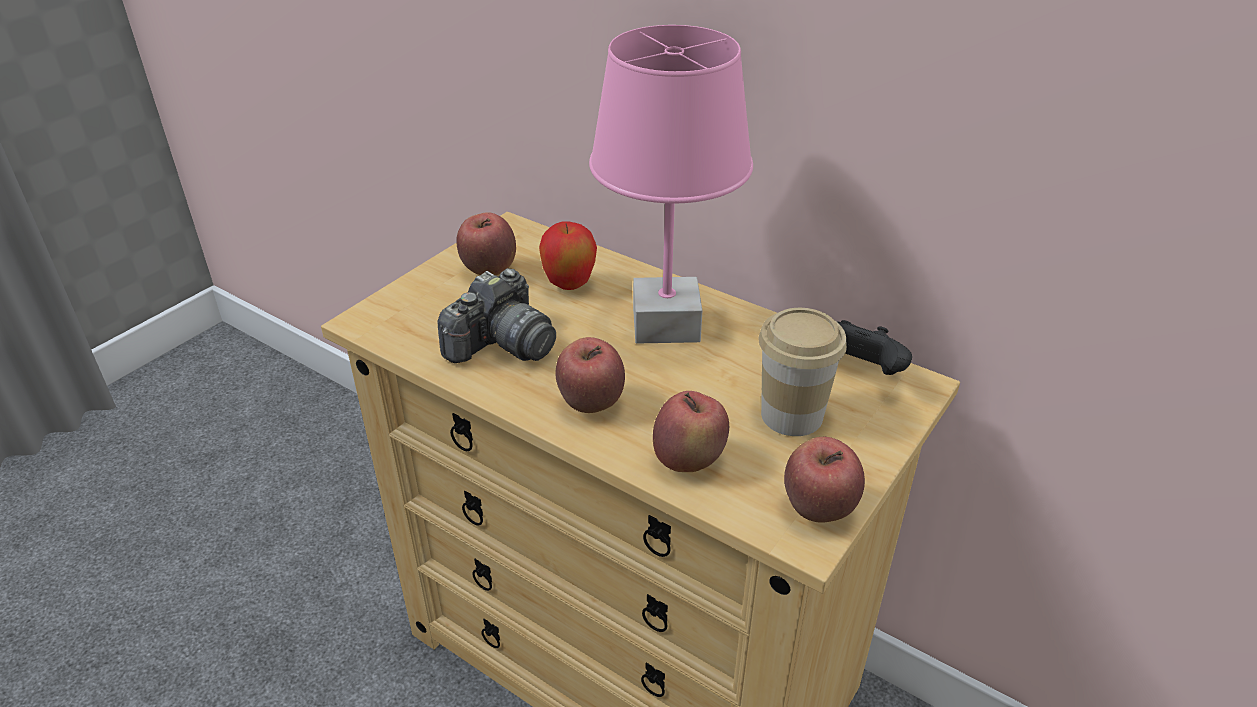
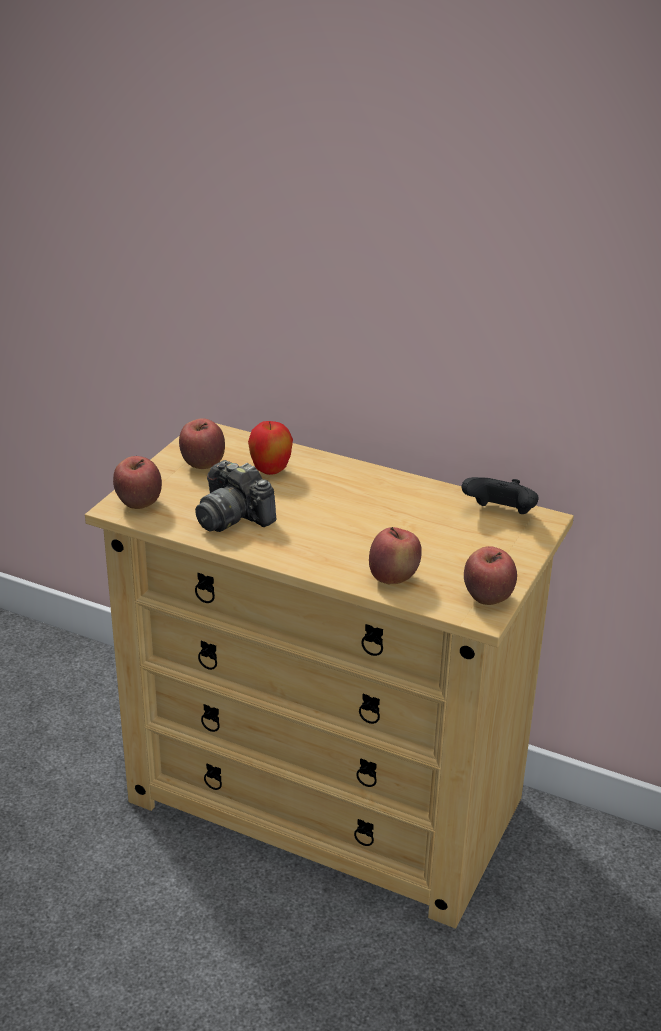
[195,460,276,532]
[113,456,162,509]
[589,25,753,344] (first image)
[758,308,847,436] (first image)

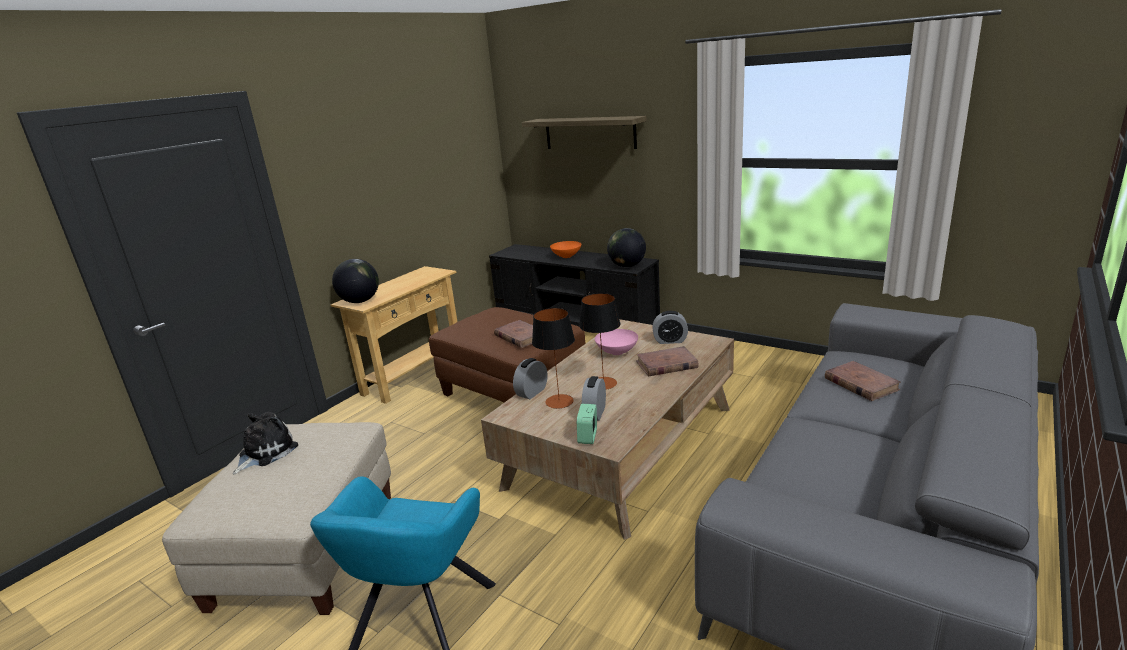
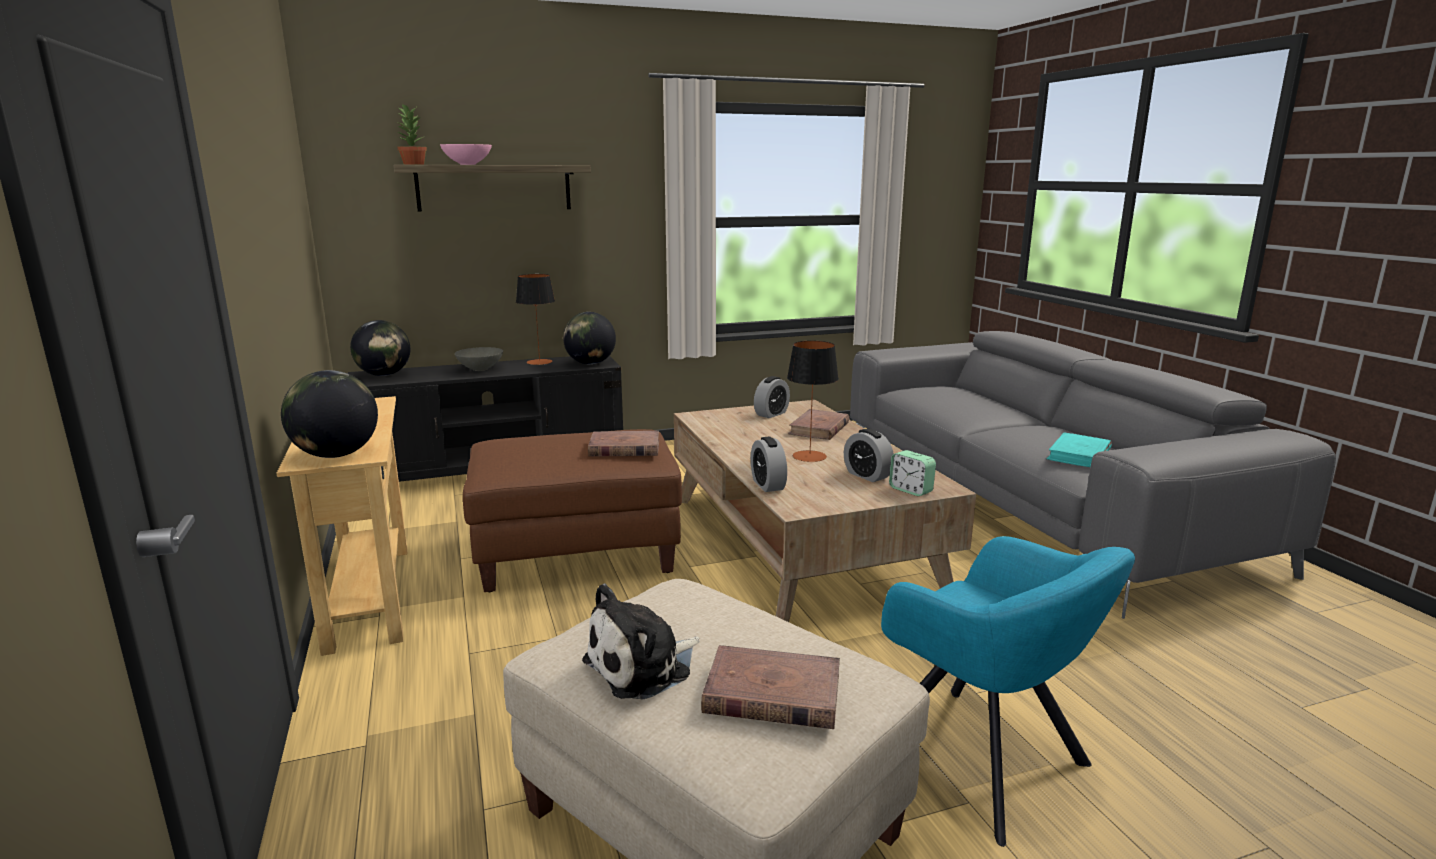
[582,583,700,699]
[516,274,555,365]
[454,347,503,371]
[440,144,492,165]
[701,645,840,729]
[350,320,410,376]
[396,103,427,165]
[1047,433,1112,467]

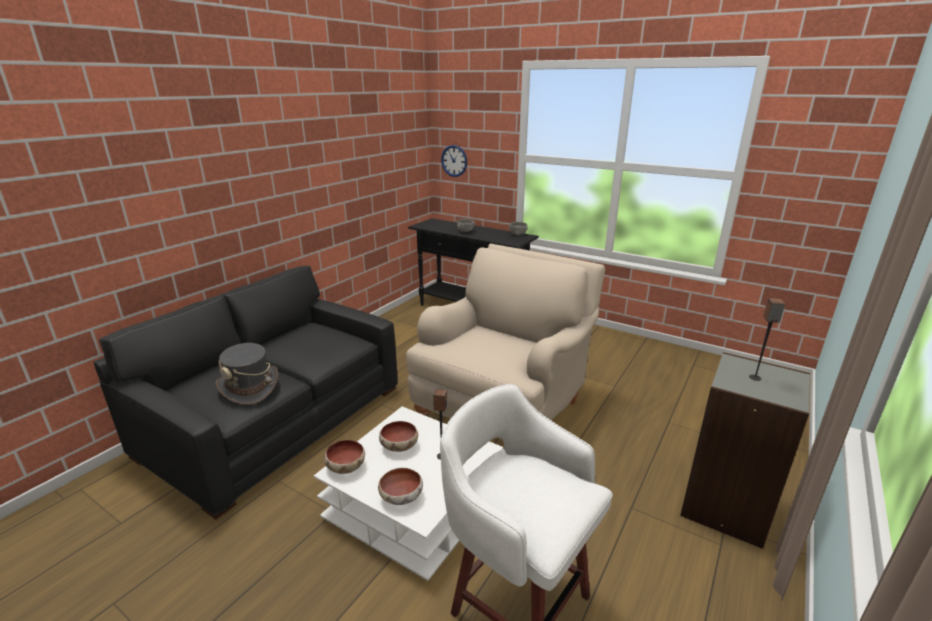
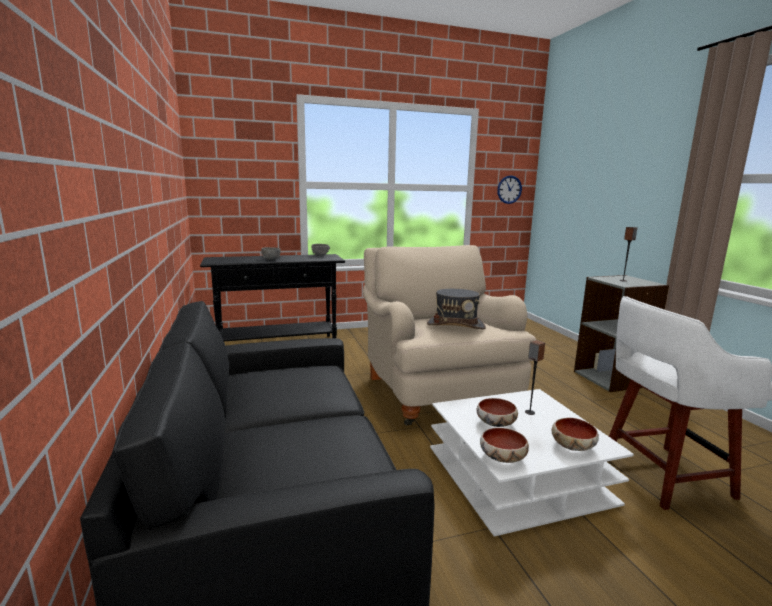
[427,289,486,330]
[497,175,522,204]

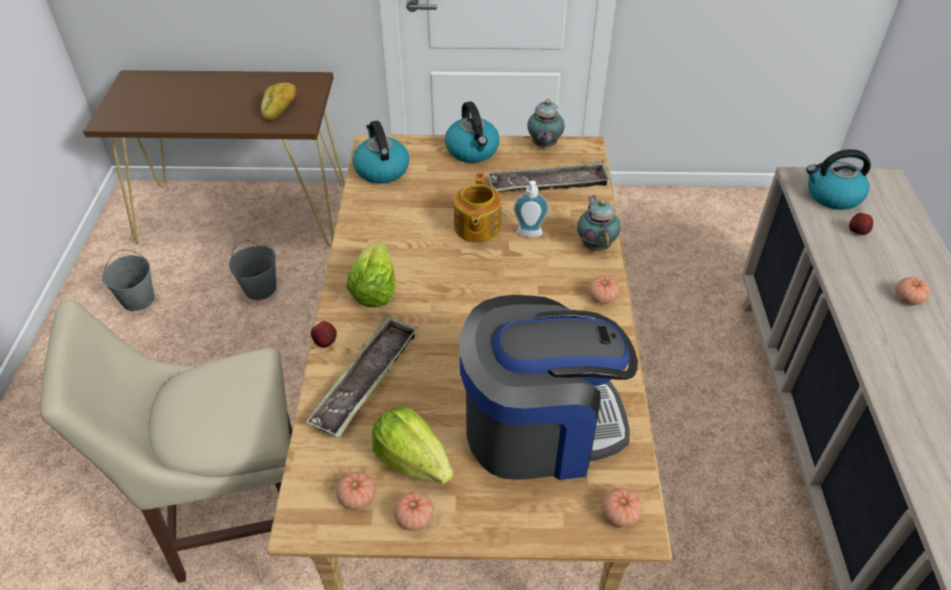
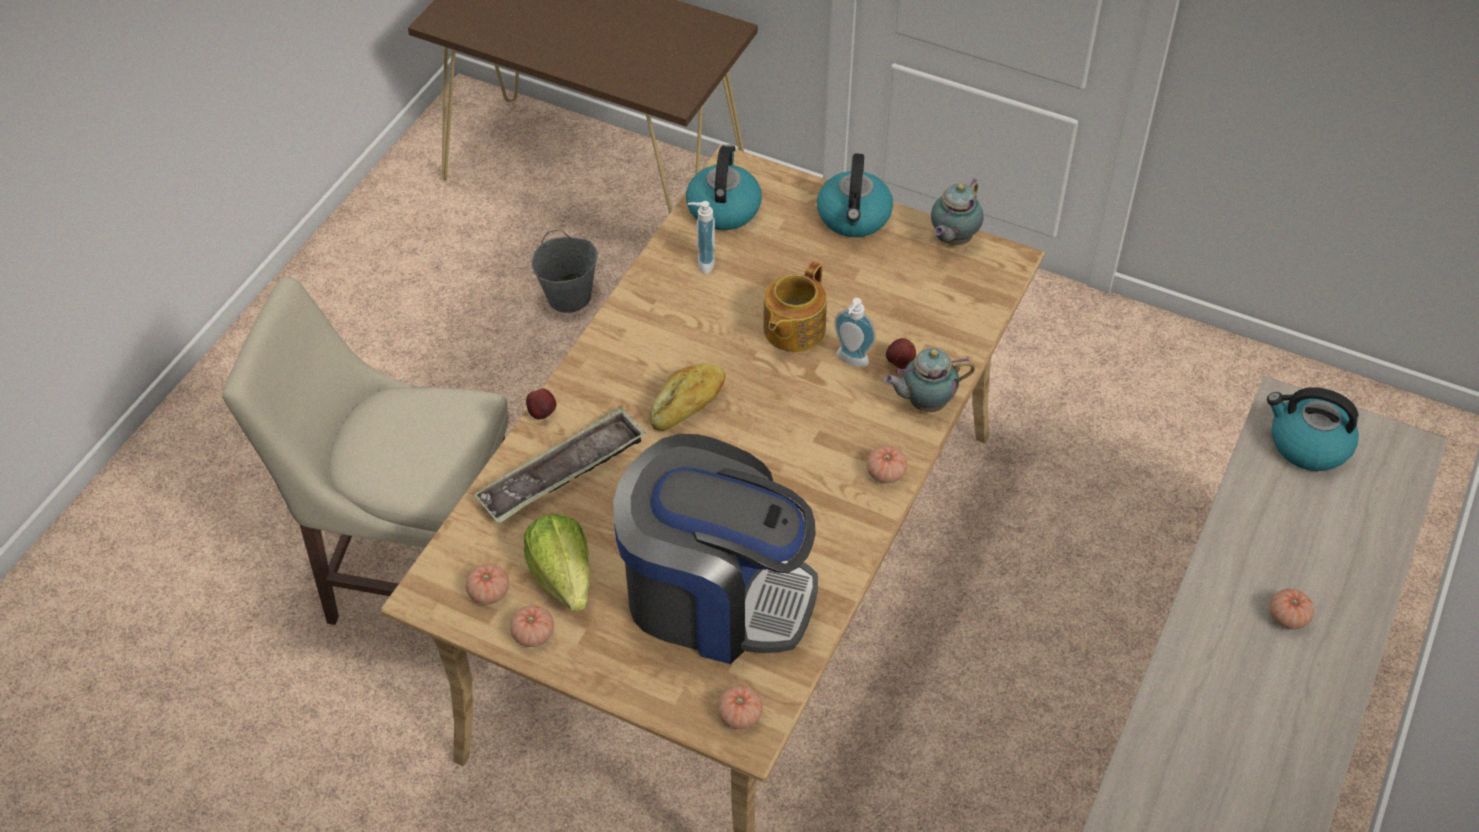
[102,250,155,311] (first image)
[650,363,726,431]
[346,242,396,307] (first image)
[487,160,611,192] (first image)
[884,348,975,412]
[886,338,916,369]
[688,201,715,274]

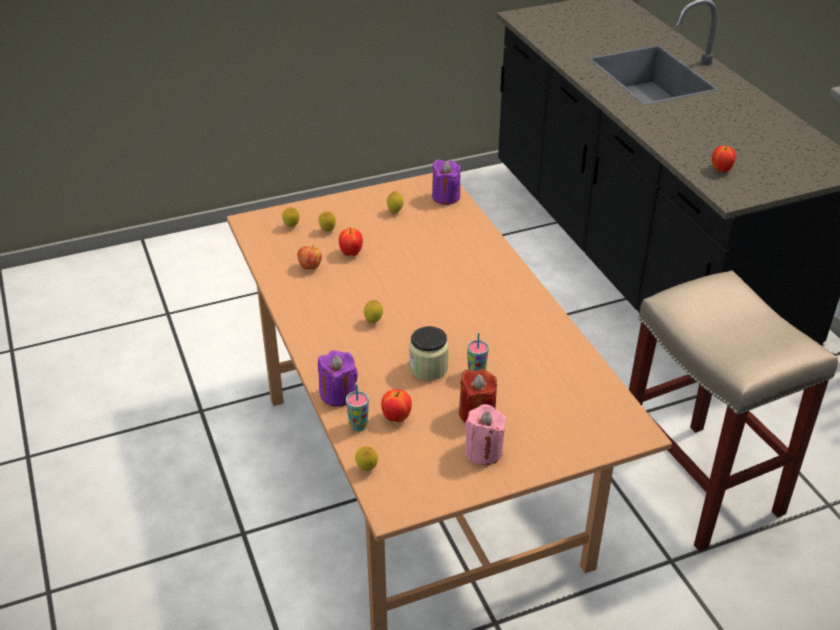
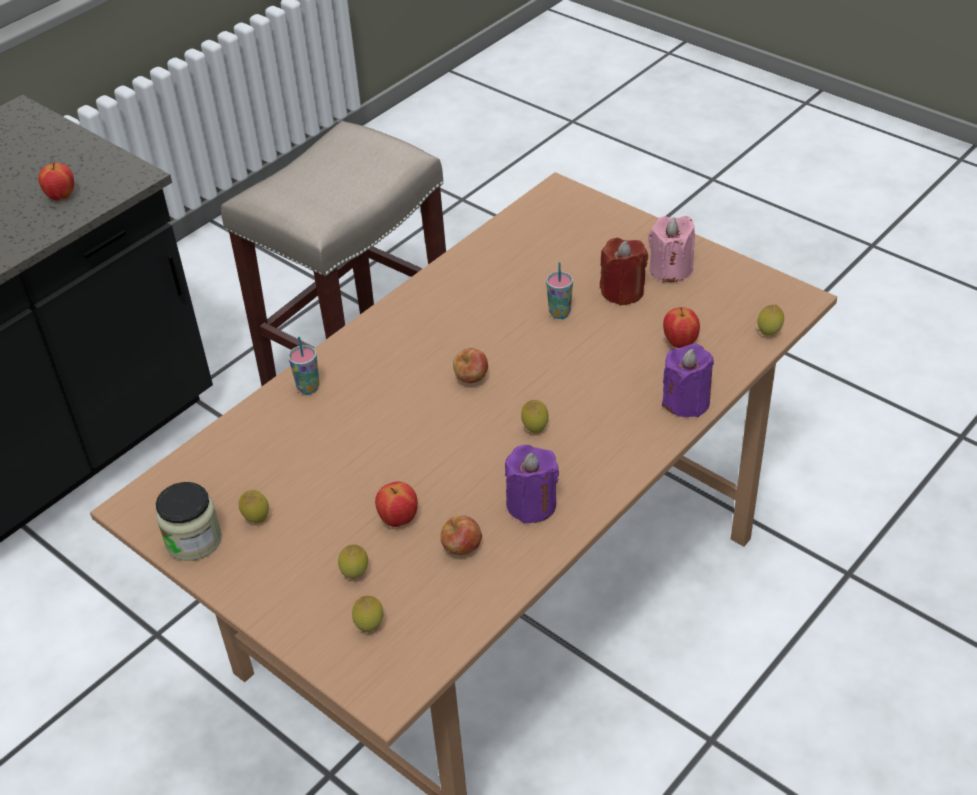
[288,337,319,394]
[156,482,222,561]
[505,445,559,523]
[453,348,488,383]

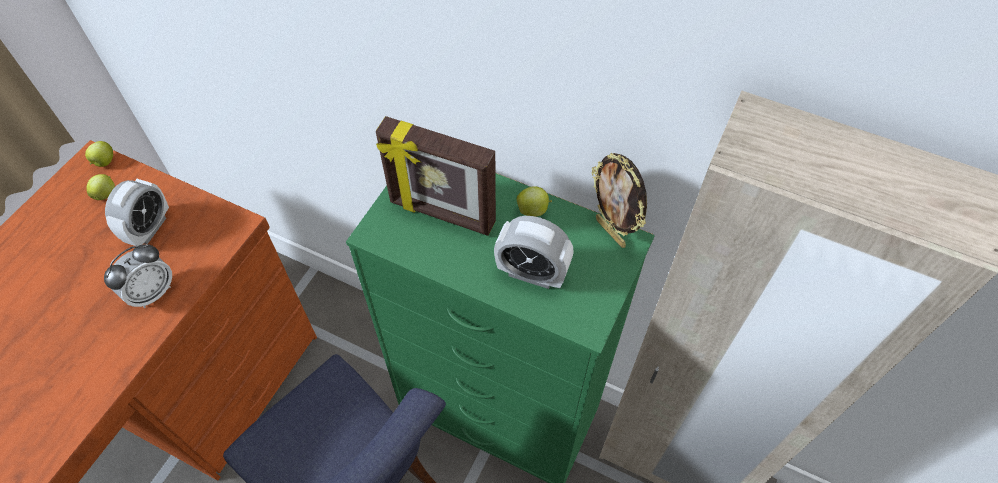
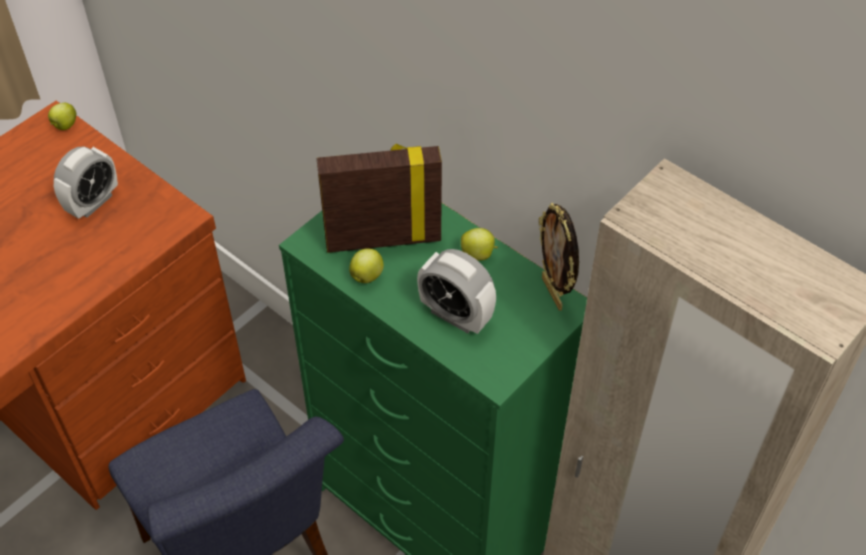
[349,248,384,283]
[104,244,172,308] (first image)
[317,144,442,253]

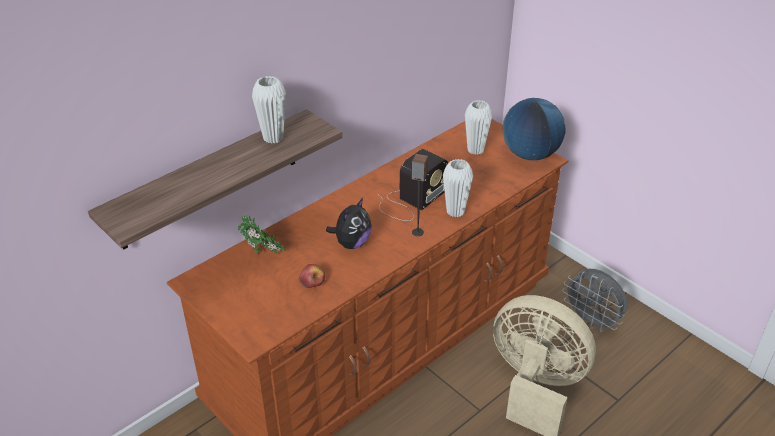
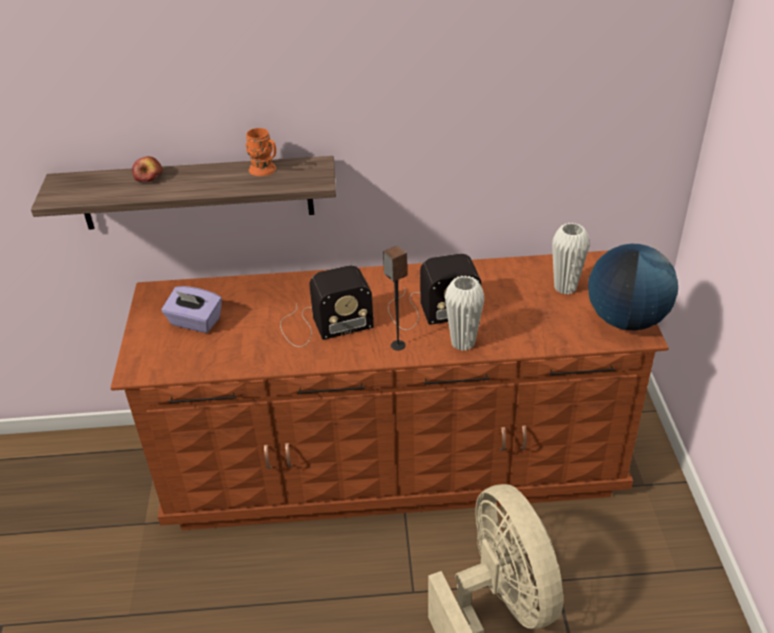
[238,215,285,254] (first image)
[245,128,276,176]
[132,156,163,182]
[280,265,374,347]
[562,269,628,332] (first image)
[161,286,222,333]

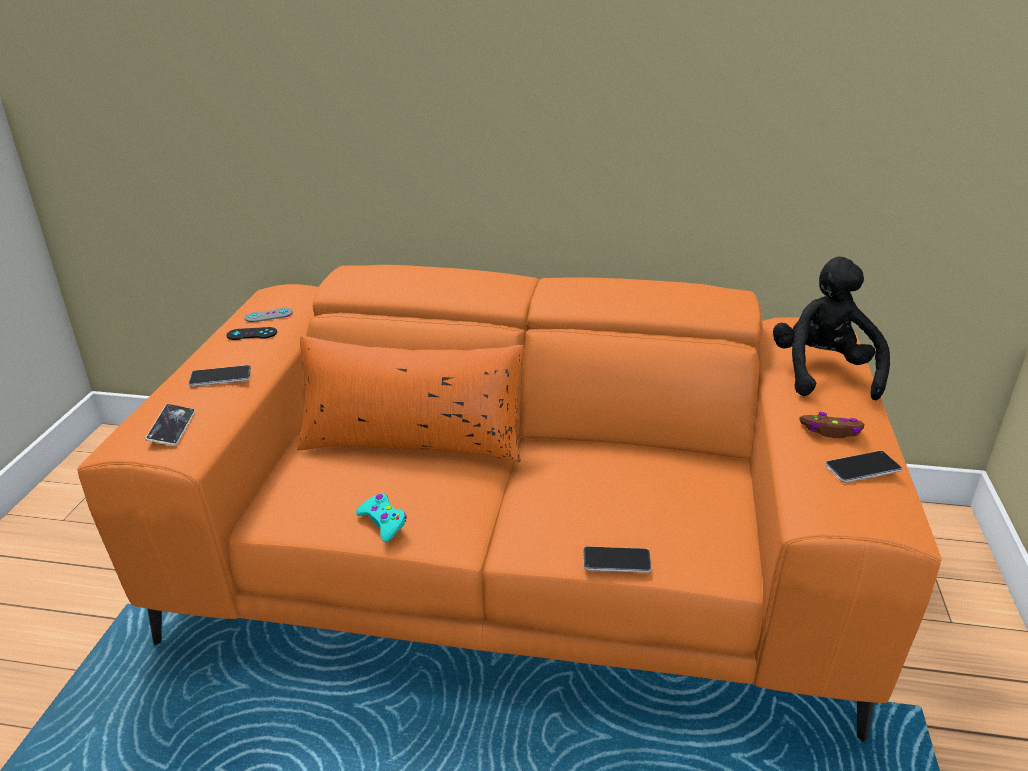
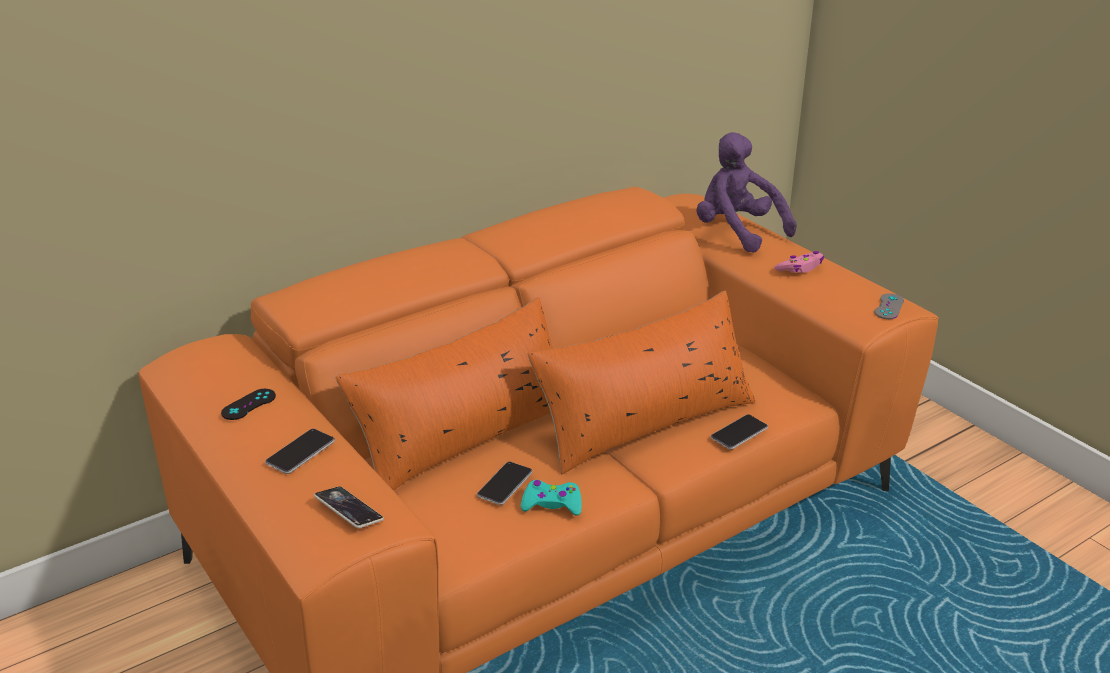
[874,293,904,319]
[696,132,797,253]
[774,251,824,273]
[477,462,533,505]
[527,291,755,474]

